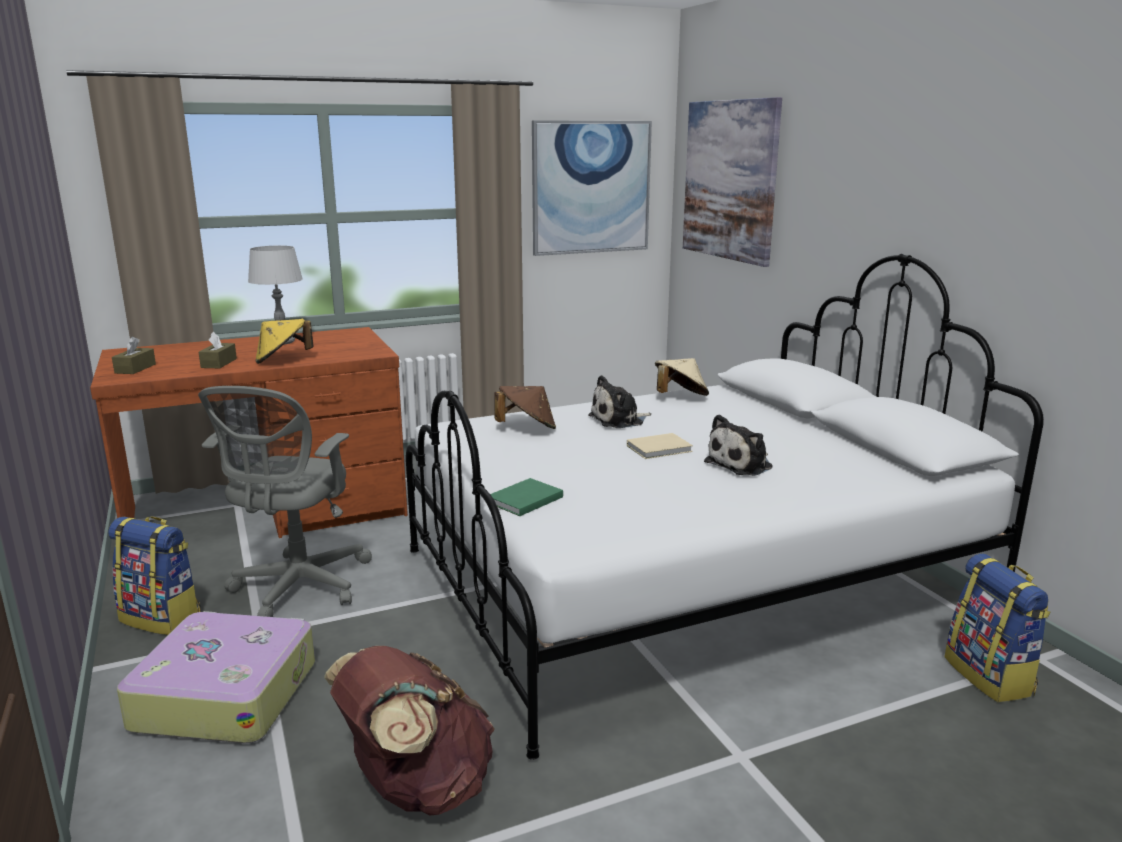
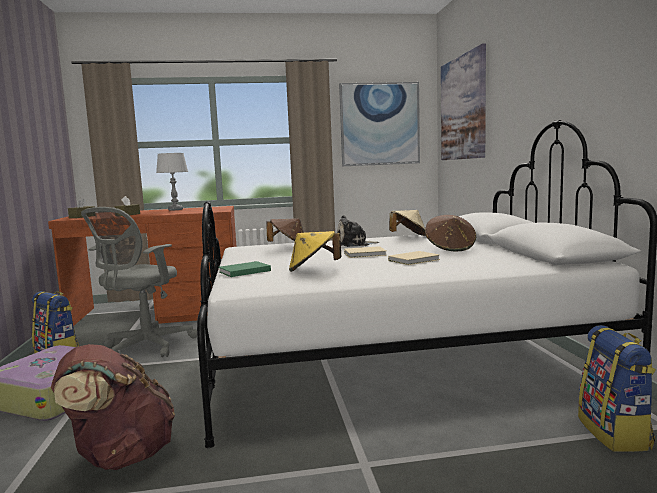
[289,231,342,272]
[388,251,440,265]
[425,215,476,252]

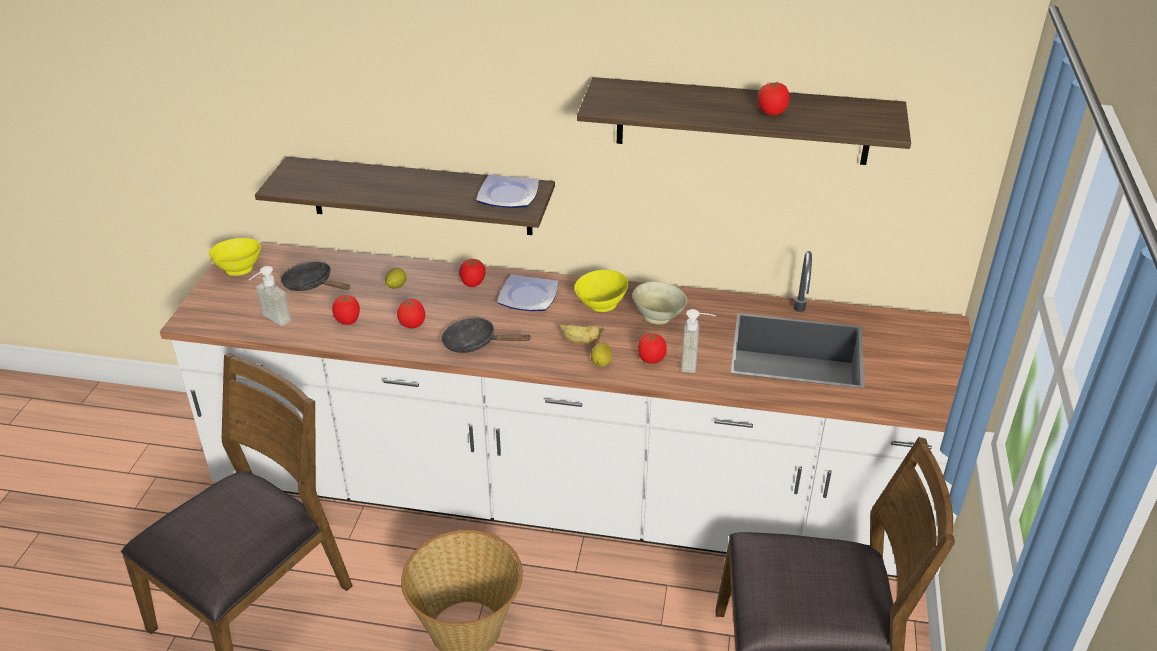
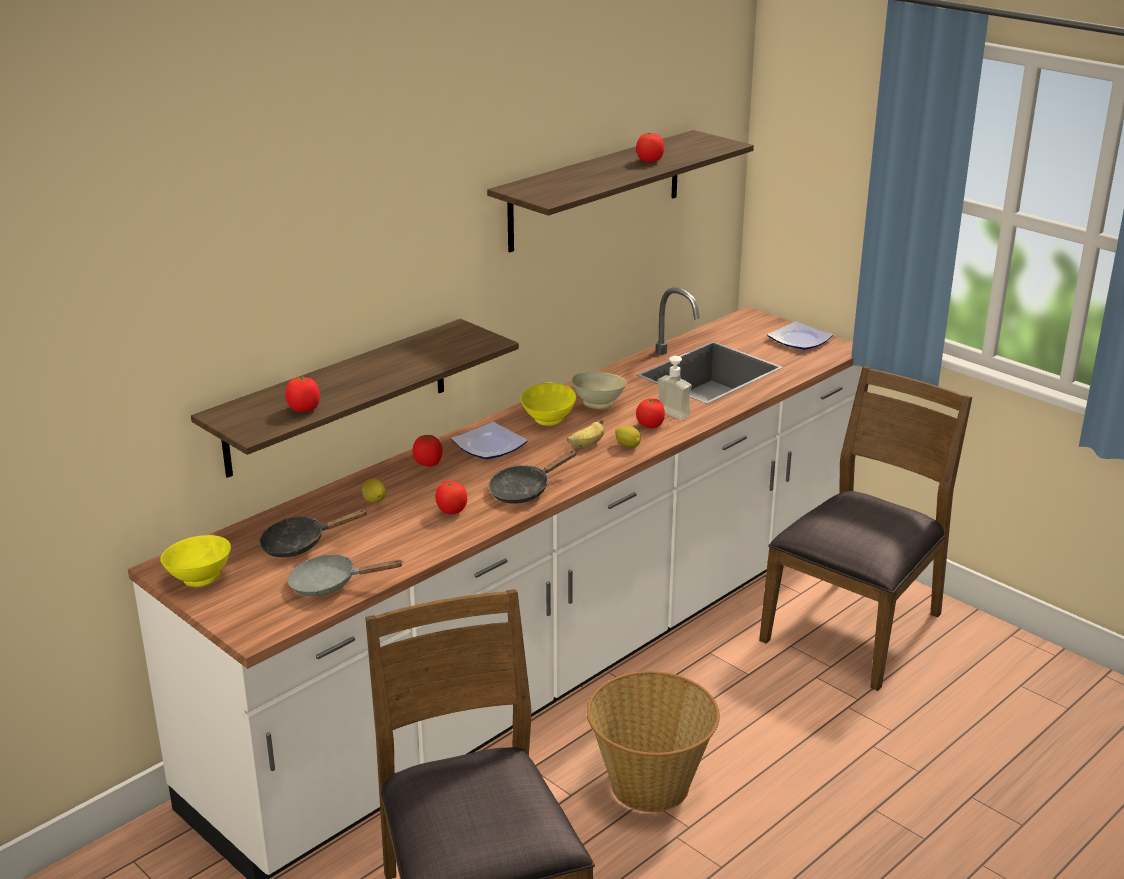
[288,554,404,596]
[285,376,320,412]
[767,322,833,350]

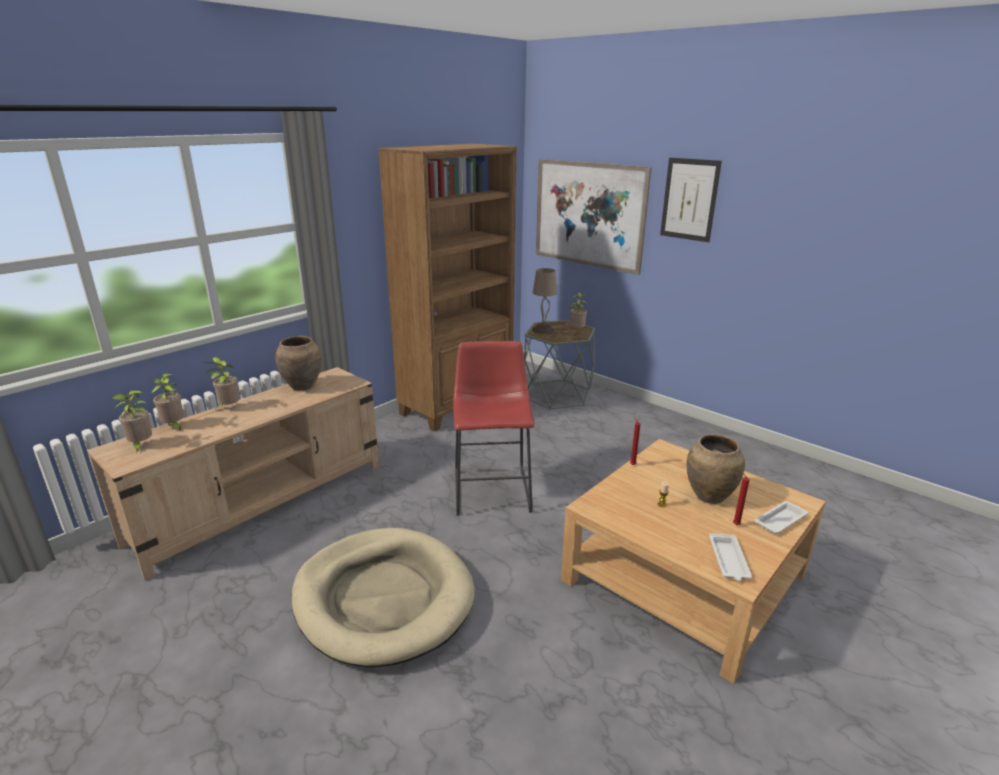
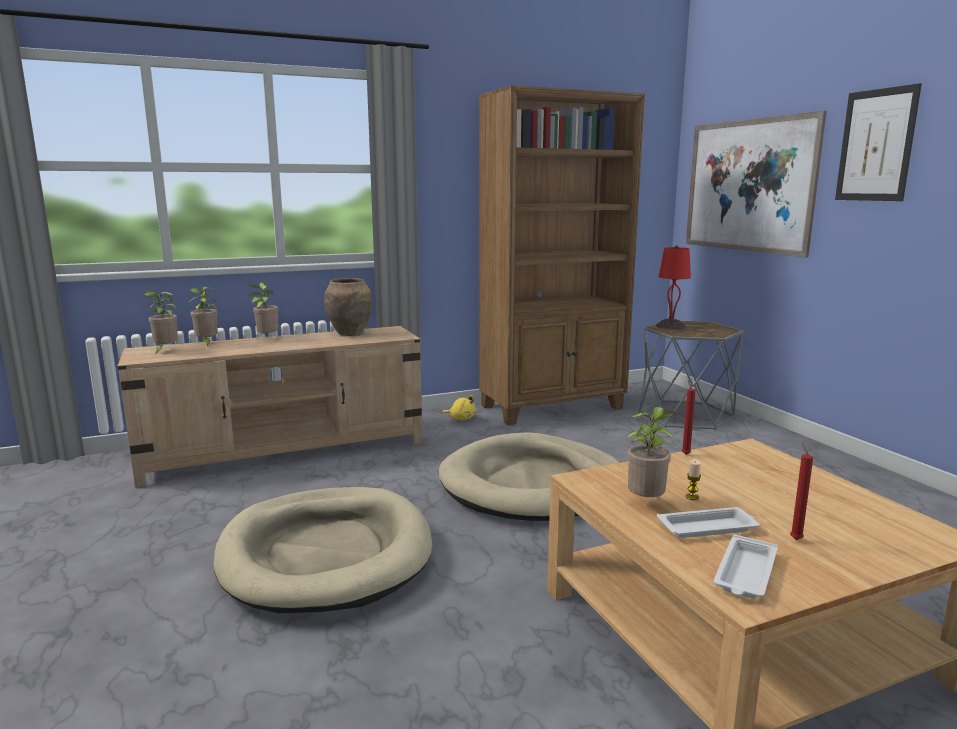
[439,432,620,521]
[656,245,691,329]
[627,407,675,497]
[686,434,745,504] (first image)
[657,507,760,538]
[442,395,476,420]

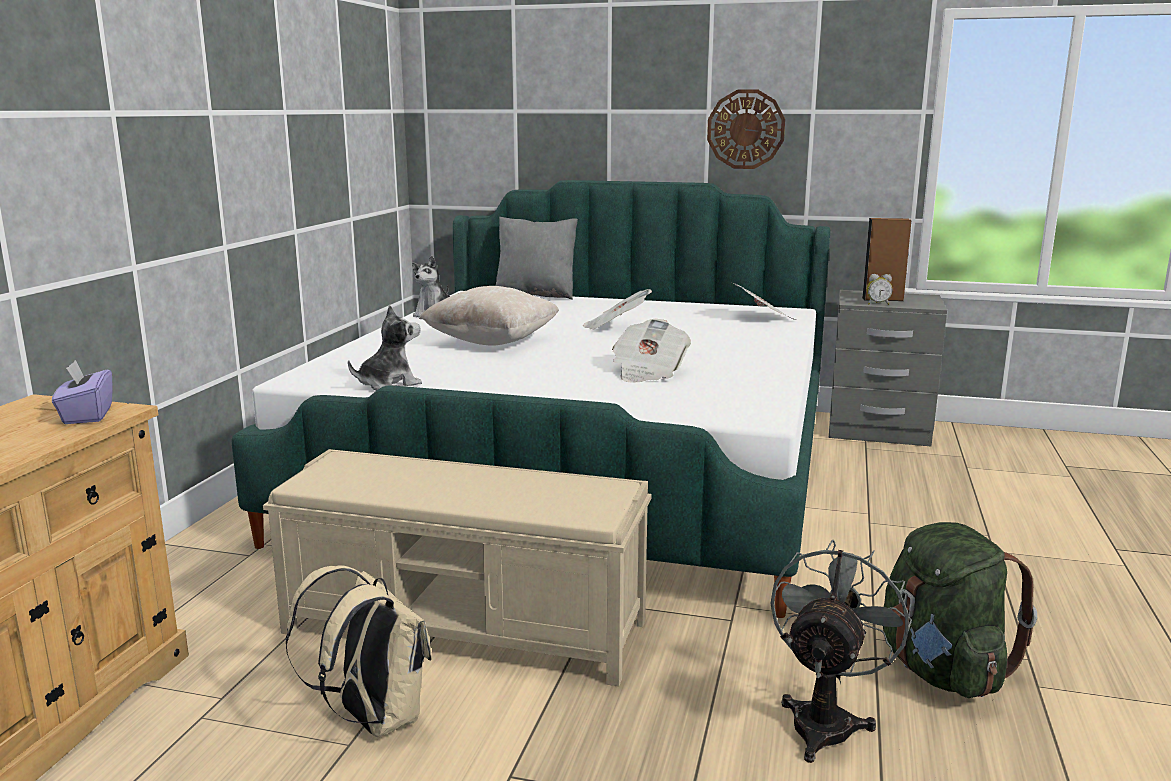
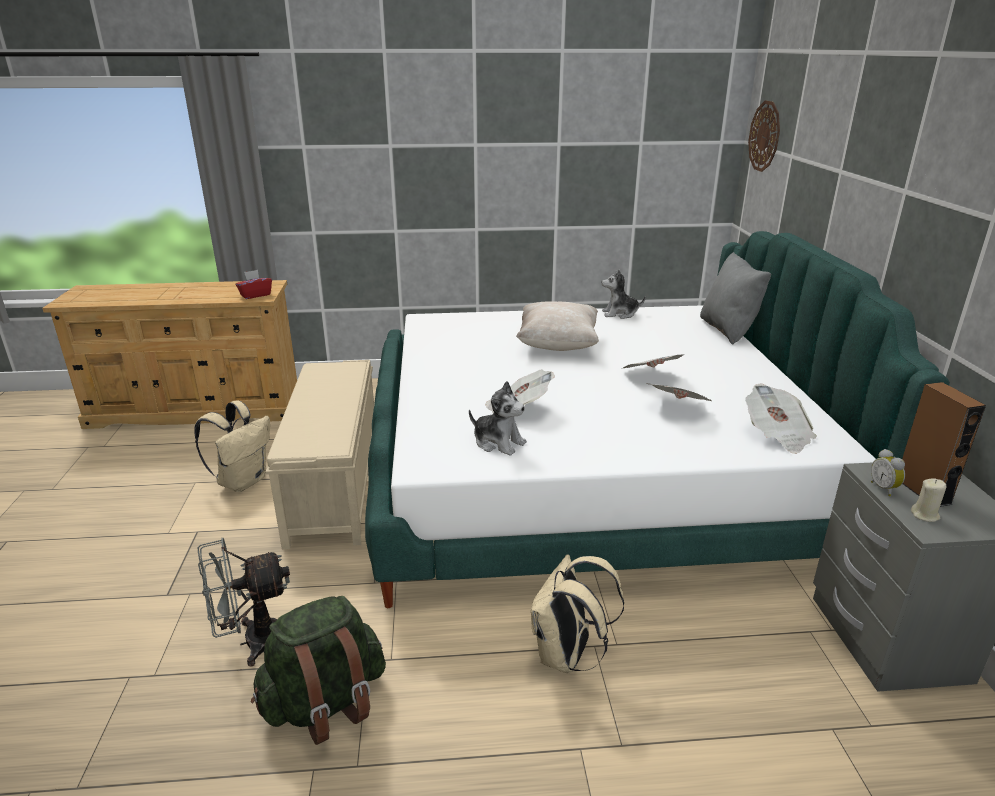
[236,270,272,299]
[469,381,527,456]
[748,100,780,172]
[198,538,290,667]
[531,554,624,673]
[647,383,712,401]
[911,478,946,522]

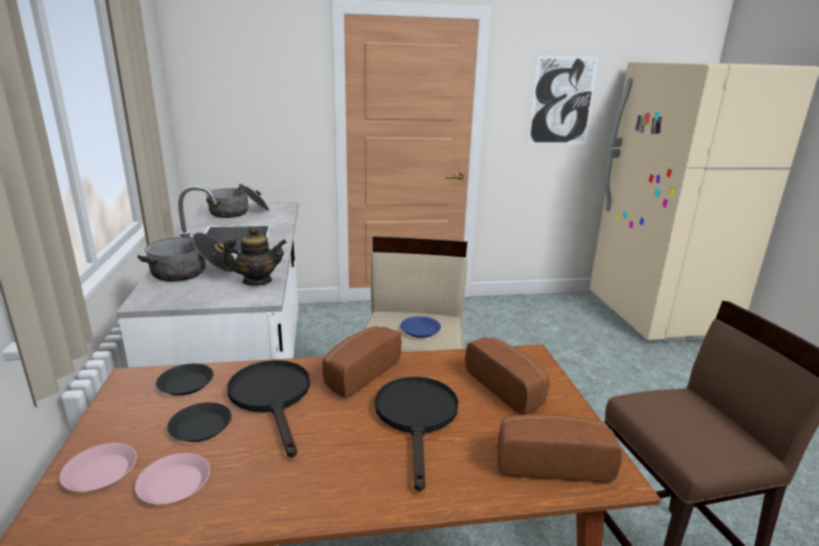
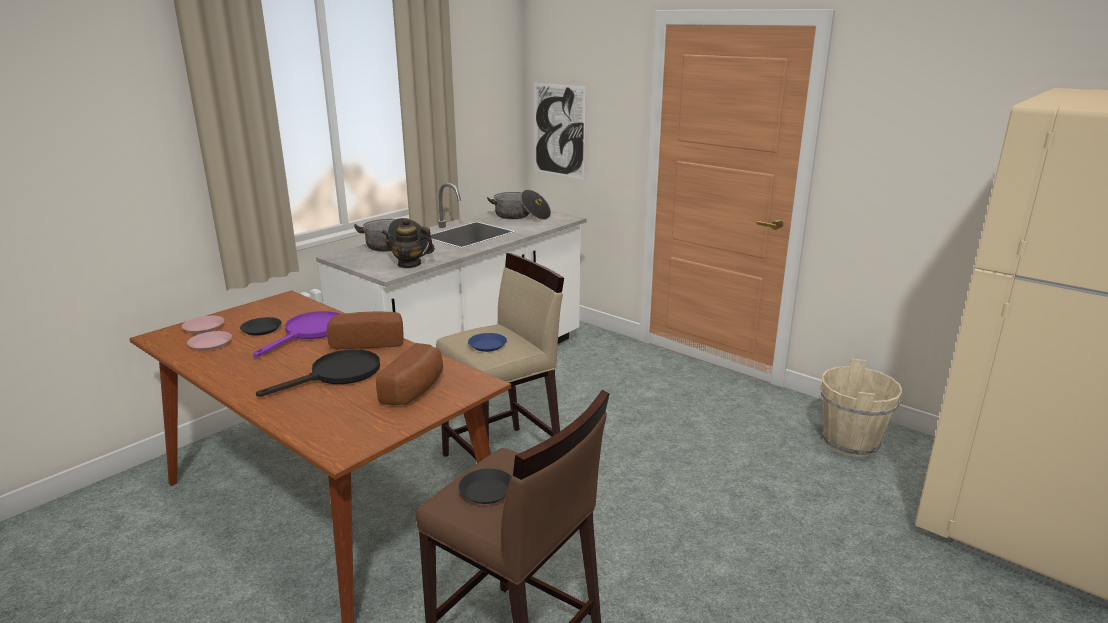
[459,469,511,504]
[382,218,435,268]
[253,311,340,357]
[498,414,622,482] (first image)
[534,83,586,179]
[820,358,903,457]

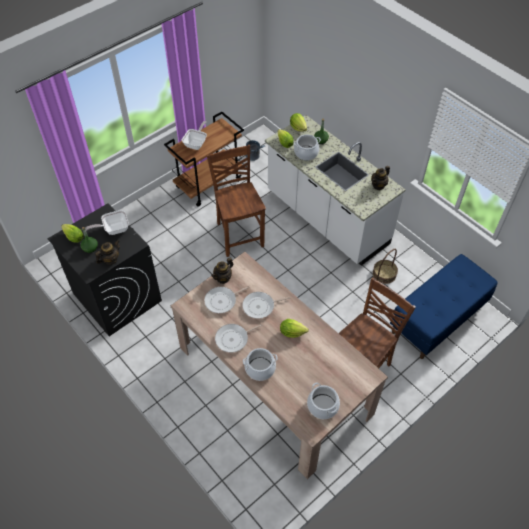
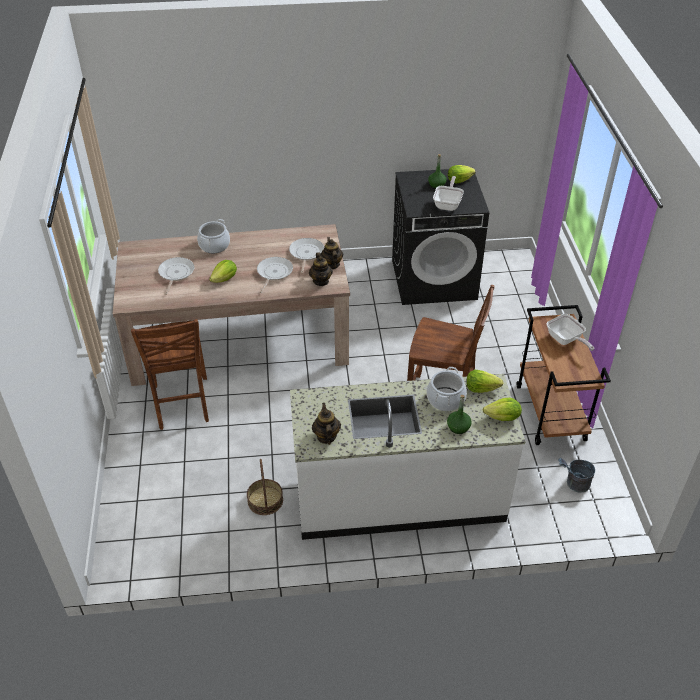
[309,252,333,286]
[158,257,194,295]
[307,382,340,419] (first image)
[390,254,498,359] (first image)

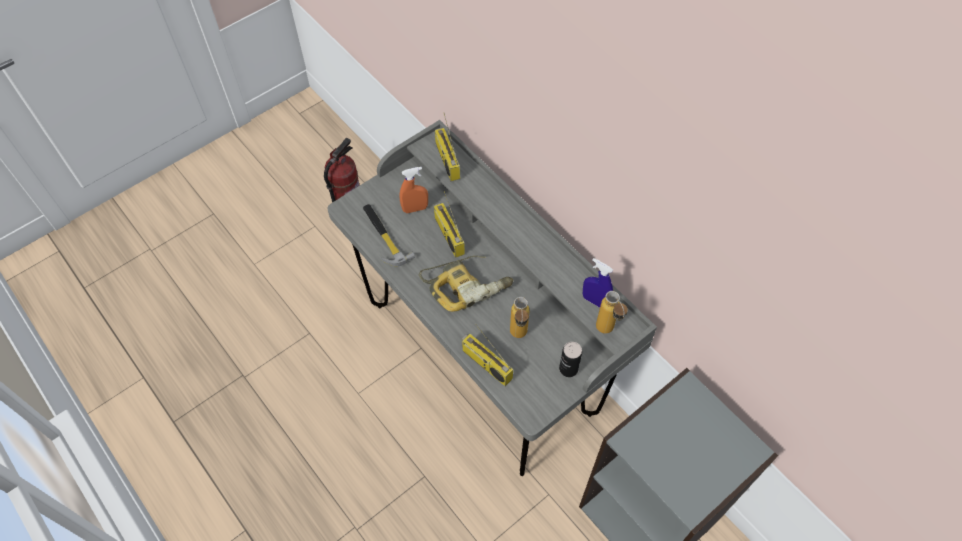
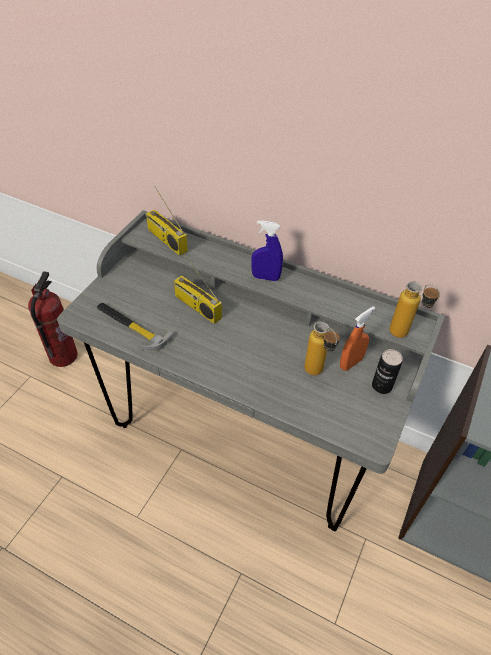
[340,306,375,371]
[419,256,513,312] (first image)
[462,323,513,386] (first image)
[251,220,283,281]

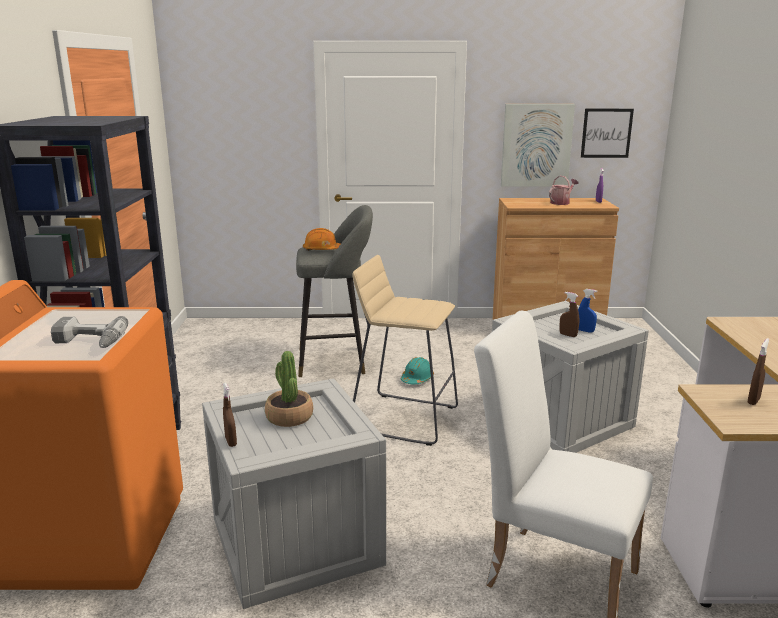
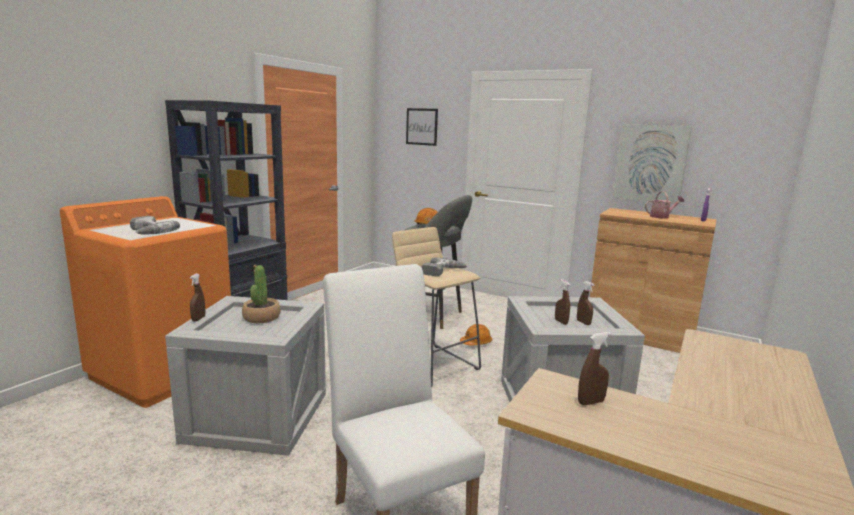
[460,324,492,345]
[577,281,595,325]
[406,108,438,146]
[422,258,467,277]

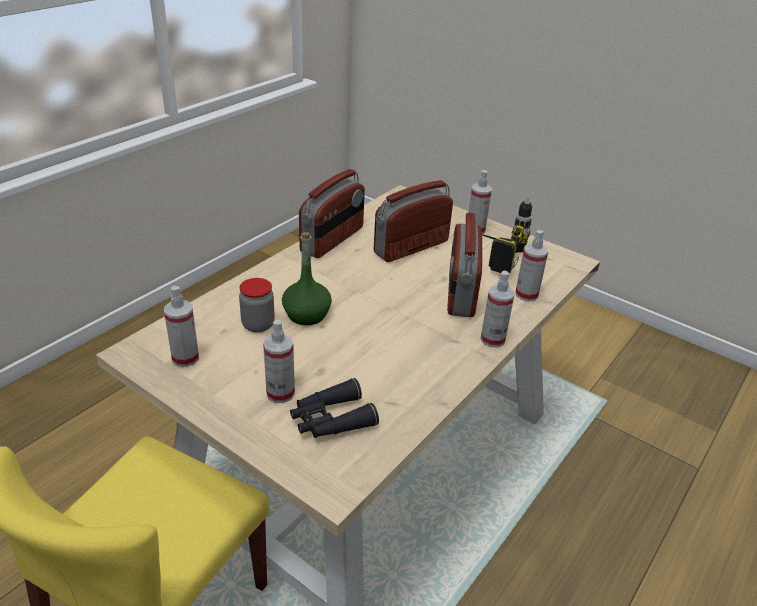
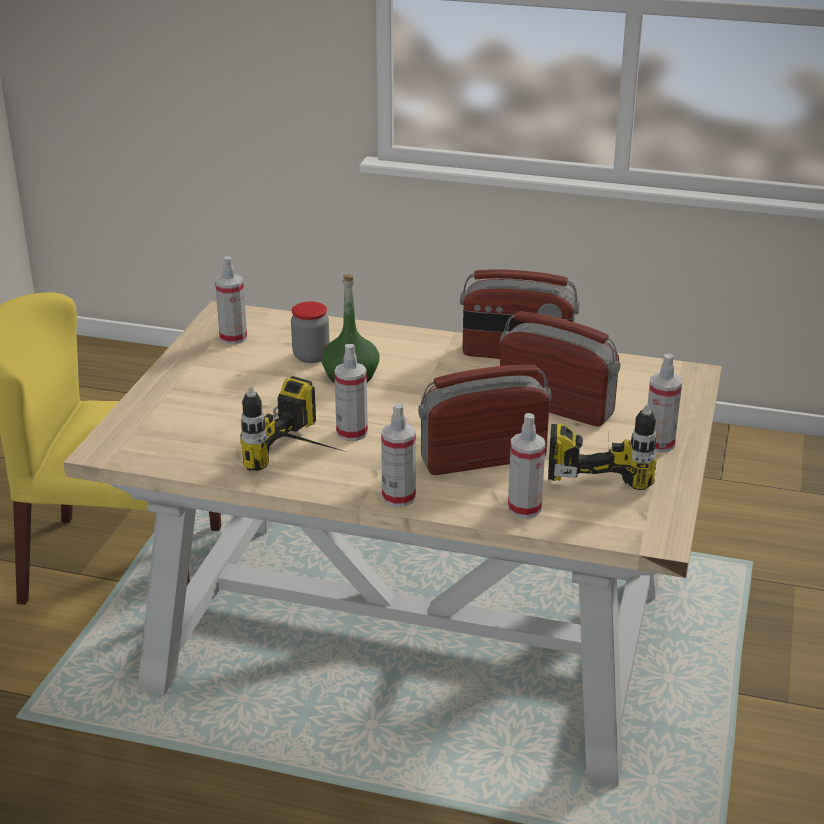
[334,344,368,441]
[290,378,379,438] (first image)
[240,376,343,471]

